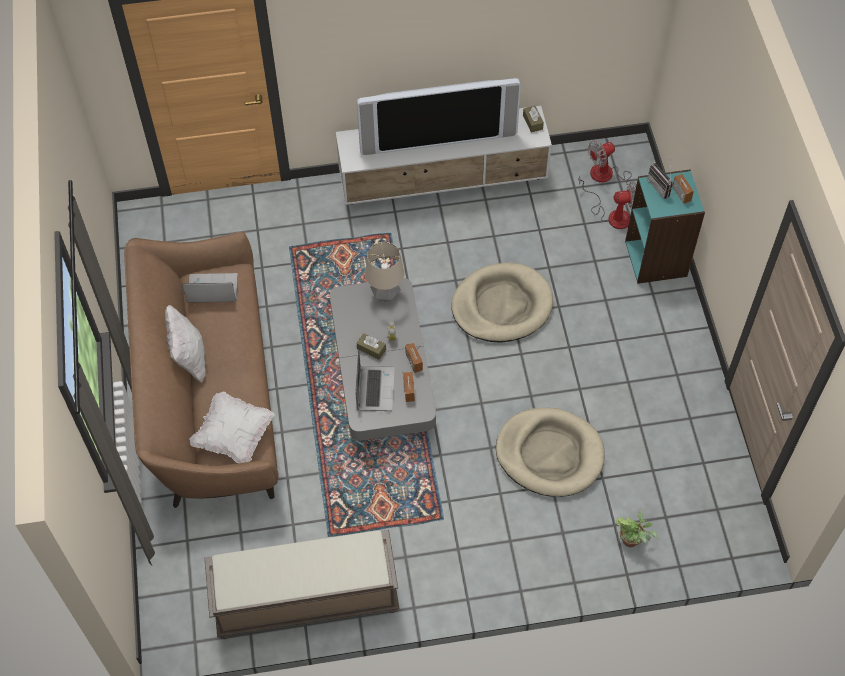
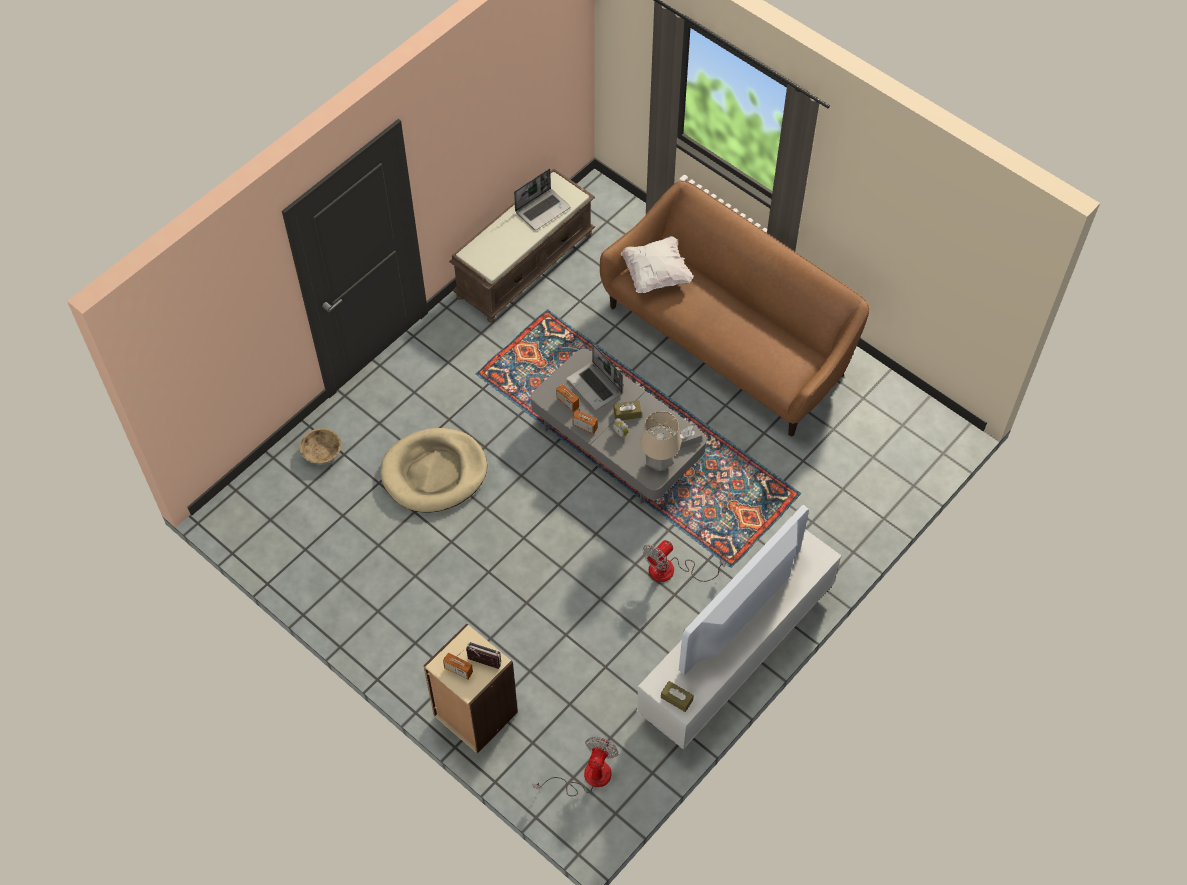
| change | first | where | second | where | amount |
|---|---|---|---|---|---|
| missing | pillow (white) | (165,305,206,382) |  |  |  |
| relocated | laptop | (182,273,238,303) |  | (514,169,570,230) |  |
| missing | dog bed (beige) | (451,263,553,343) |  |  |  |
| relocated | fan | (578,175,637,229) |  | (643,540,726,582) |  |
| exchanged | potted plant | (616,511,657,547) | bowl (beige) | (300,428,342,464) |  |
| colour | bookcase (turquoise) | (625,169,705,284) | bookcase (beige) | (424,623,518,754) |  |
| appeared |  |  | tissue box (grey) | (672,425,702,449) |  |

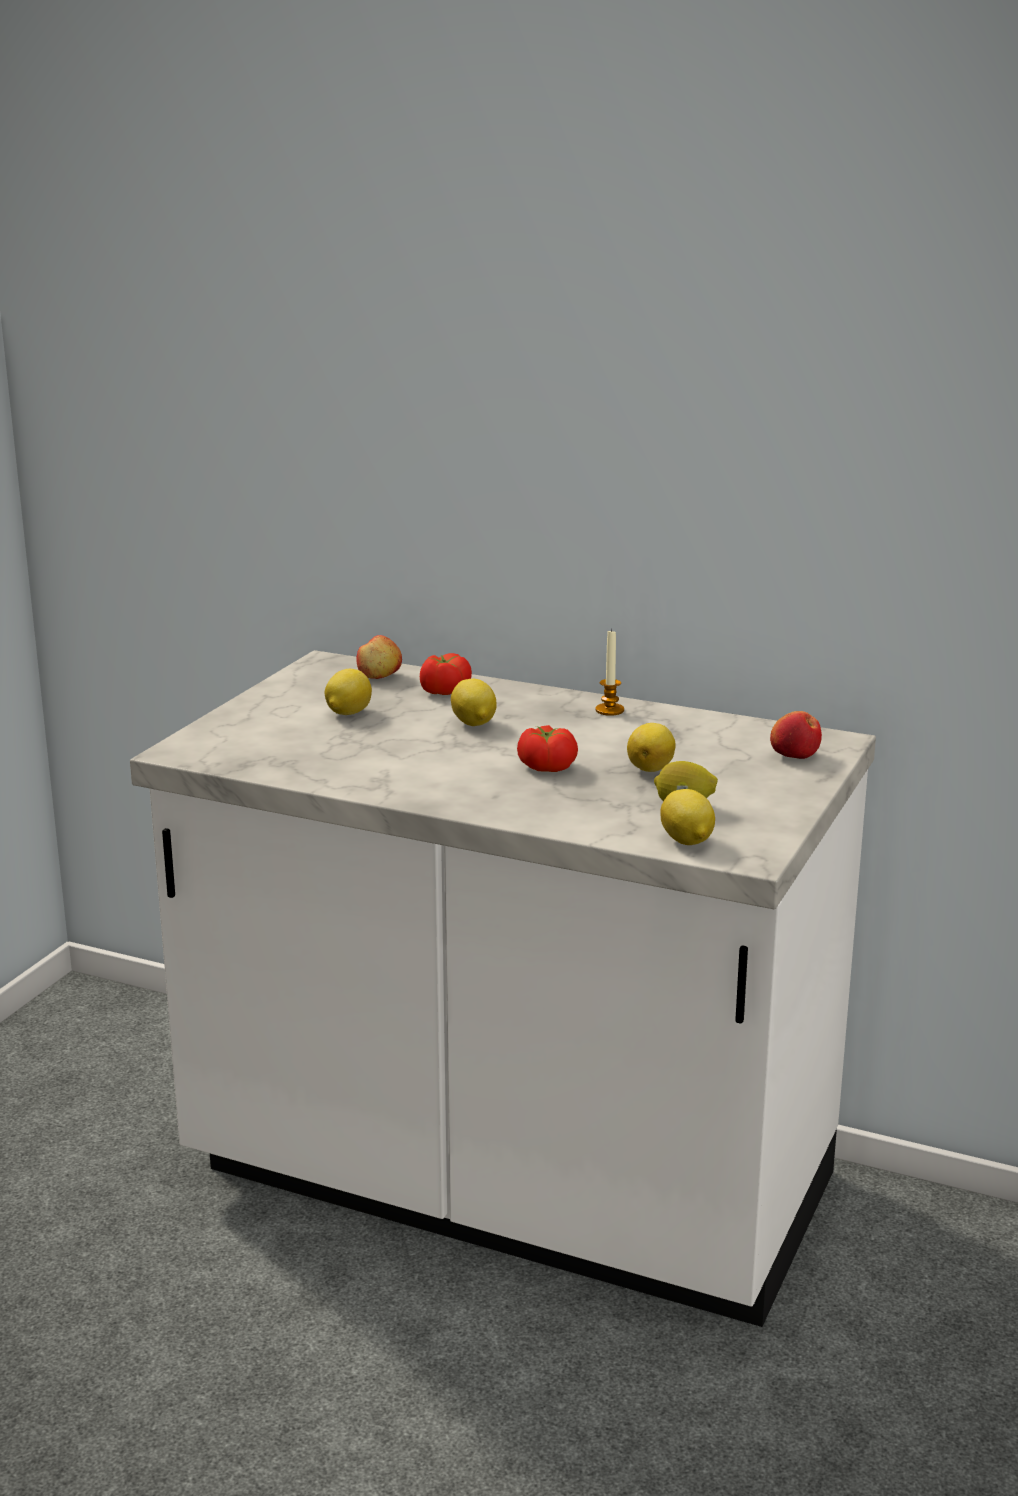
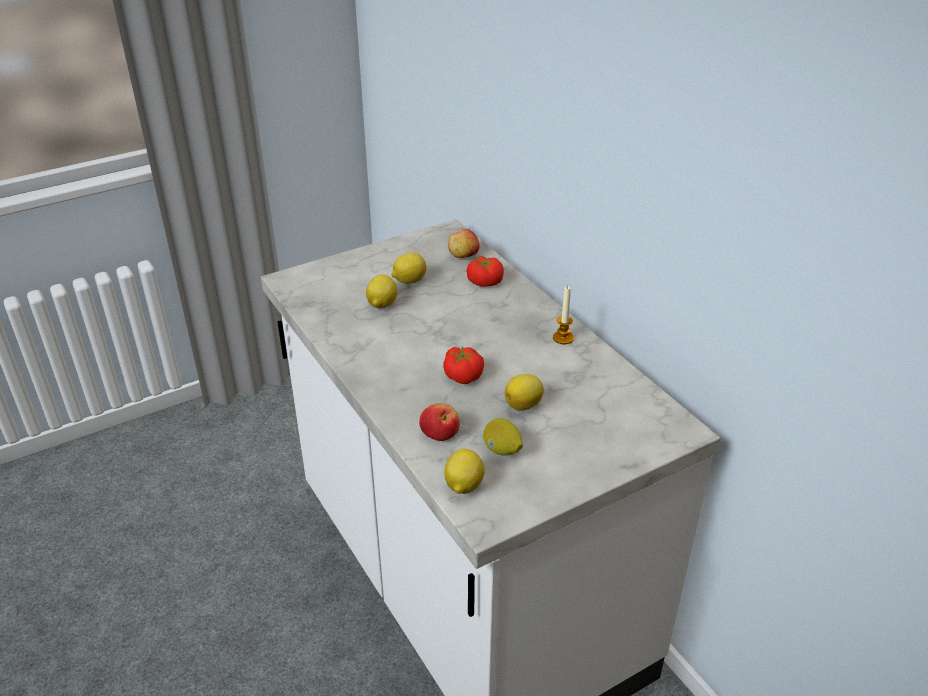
| change | first | where | second | where | amount |
|---|---|---|---|---|---|
| relocated | lemon | (451,679,497,726) |  | (366,275,398,309) |  |
| relocated | apple | (770,711,822,759) |  | (419,403,460,441) |  |

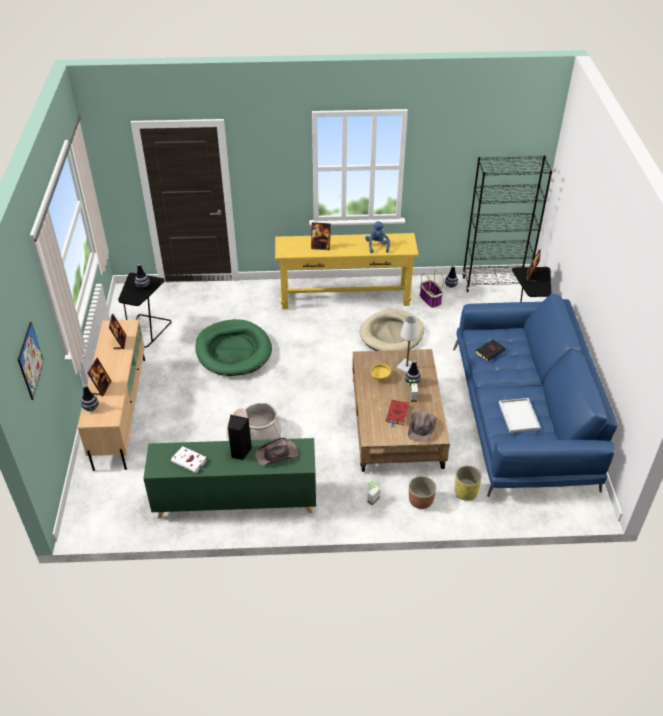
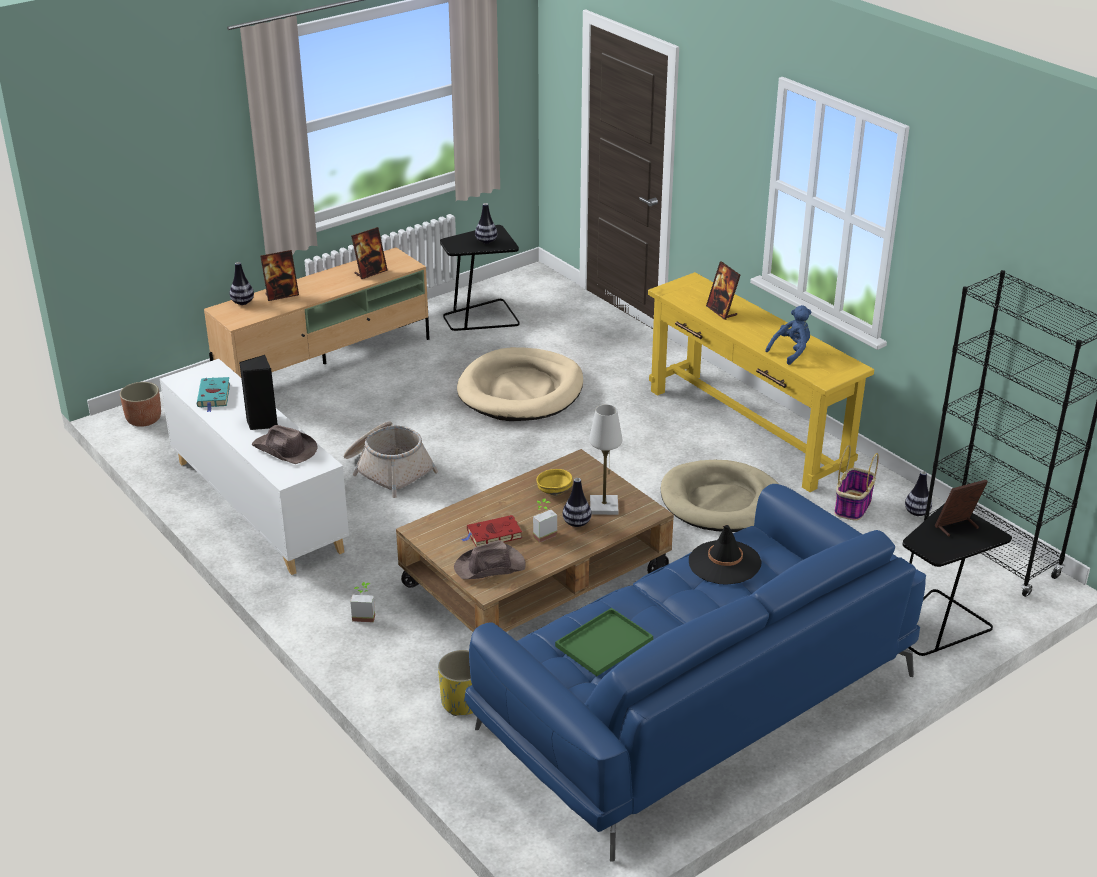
| change | first | where | second | where | amount |
|---|---|---|---|---|---|
| missing | picture | (18,322,44,400) |  |  |  |
| colour | cabinet (green) | (143,438,316,518) | cabinet (white) | (160,359,349,575) |  |
| colour | book (white) | (171,446,207,473) | book (turquoise) | (197,377,230,412) |  |
| colour | dog bed (green) | (195,319,272,376) | dog bed (beige) | (457,347,583,421) |  |
| relocated | planter | (409,476,436,509) |  | (120,382,161,427) |  |
| exchanged | book (black) | (475,340,505,362) | hat (black) | (689,525,761,585) |  |
| colour | tray (white) | (499,398,541,433) | tray (green) | (555,608,653,676) |  |

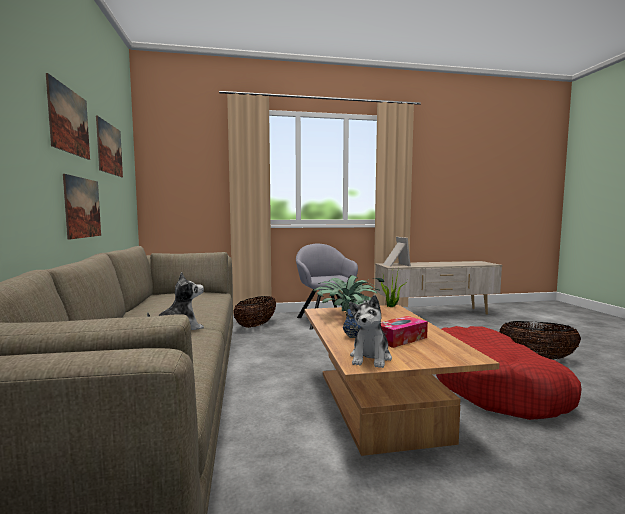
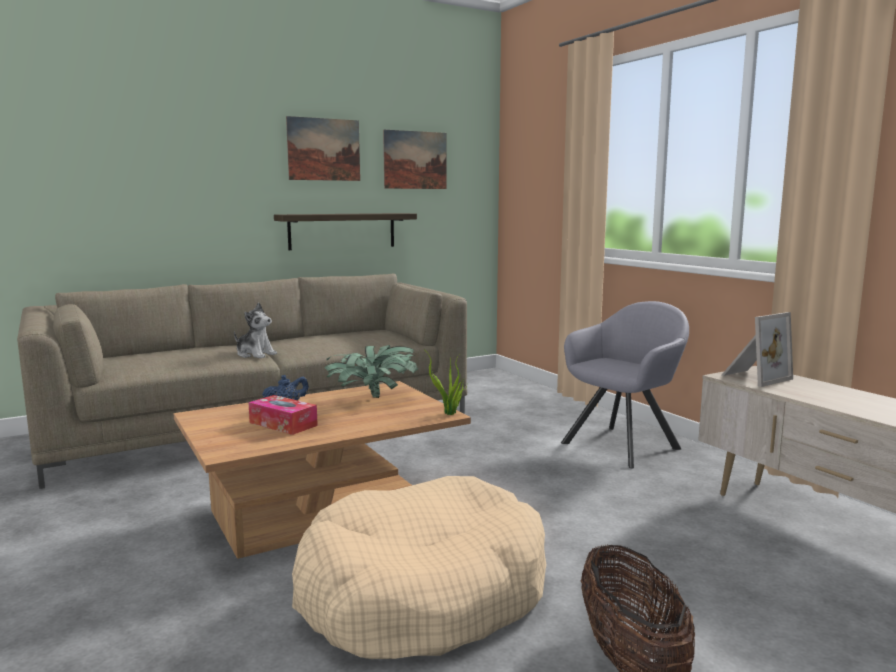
| change | first | where | second | where | amount |
|---|---|---|---|---|---|
| exchanged | picture | (63,174,101,240) | shelf | (274,213,417,250) |  |
| missing | basket | (233,296,276,328) |  |  |  |
| missing | plush toy | (349,295,392,368) |  |  |  |
| colour | dog bed (red) | (436,326,582,420) | dog bed (beige) | (292,476,546,659) |  |

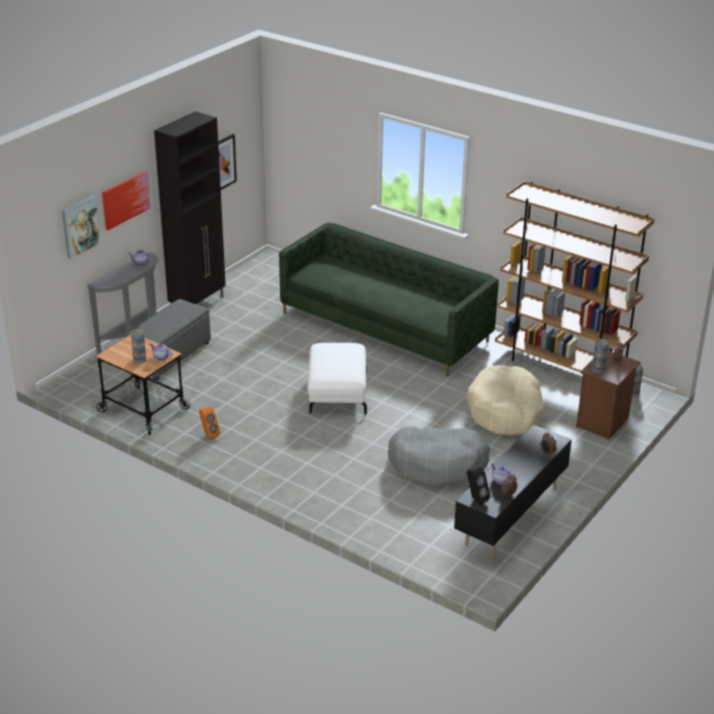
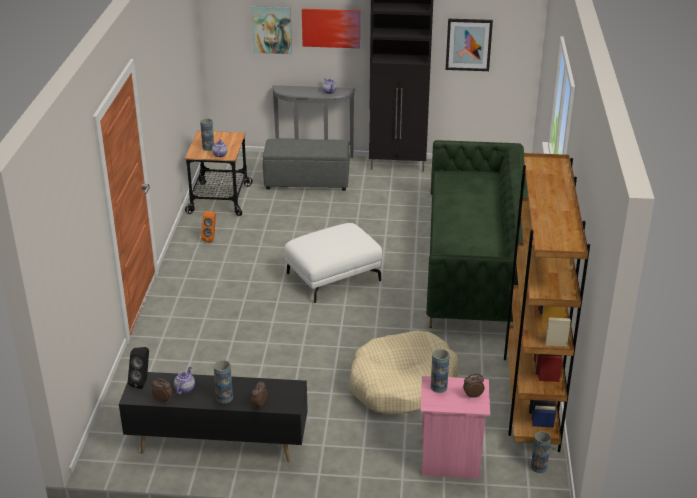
| change | first | where | second | where | amount |
|---|---|---|---|---|---|
| missing | dog bed (grey) | (388,426,490,486) |  |  |  |
| colour | nightstand (brown) | (576,351,641,439) | nightstand (pink) | (421,376,490,479) |  |
| appeared |  |  | vase | (214,360,233,403) |  |

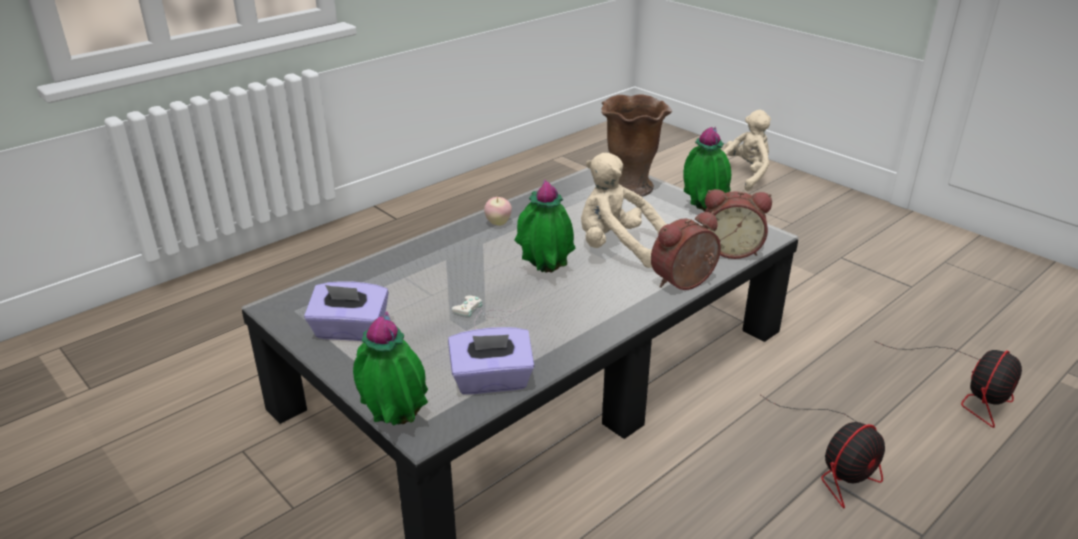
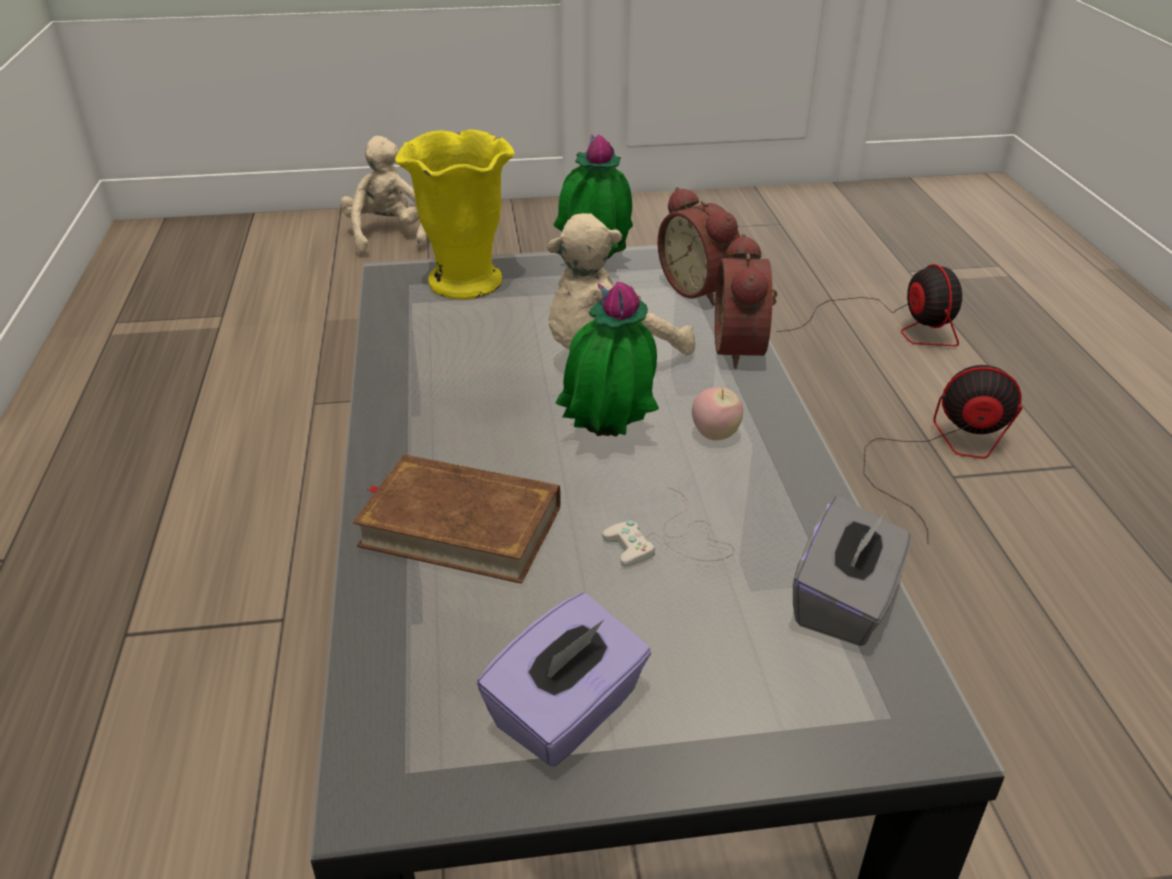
| change | first | where | second | where | amount |
|---|---|---|---|---|---|
| missing | potted plant | (353,312,428,425) |  |  |  |
| colour | tissue box (purple) | (448,327,535,395) | tissue box (grey) | (793,496,911,646) |  |
| relocated | apple | (484,197,512,226) |  | (692,387,743,440) |  |
| colour | vase (brown) | (601,94,672,197) | vase (yellow) | (395,130,515,299) |  |
| spun | alarm clock | (705,189,772,259) |  | (658,187,740,306) | 105 degrees clockwise |
| spun | fan | (761,395,885,509) |  | (863,365,1022,544) | 75 degrees counterclockwise |
| appeared |  |  | book (brown) | (353,454,561,584) |  |

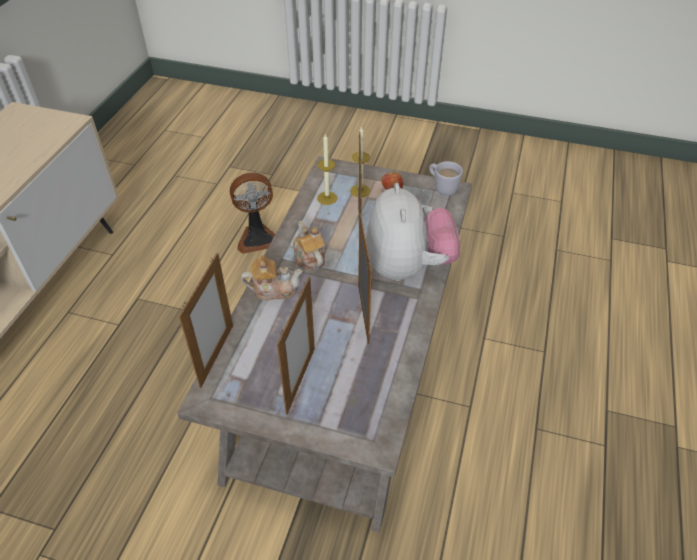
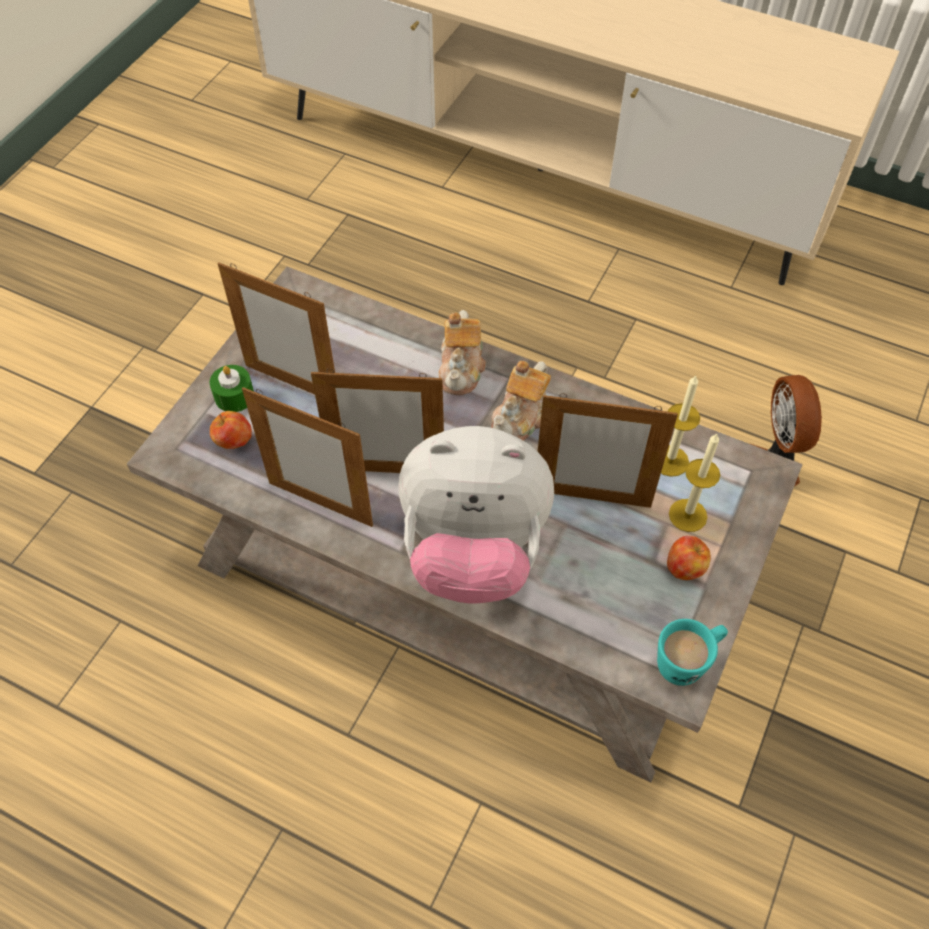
| change | first | where | second | where | amount |
|---|---|---|---|---|---|
| relocated | picture frame | (179,253,233,388) |  | (242,387,373,527) |  |
| spun | teapot | (293,221,325,270) |  | (491,361,551,441) | 135 degrees clockwise |
| colour | mug (white) | (429,161,463,196) | mug (turquoise) | (657,619,728,686) |  |
| appeared |  |  | candle (green) | (210,365,254,412) |  |
| appeared |  |  | apple | (210,411,252,449) |  |

